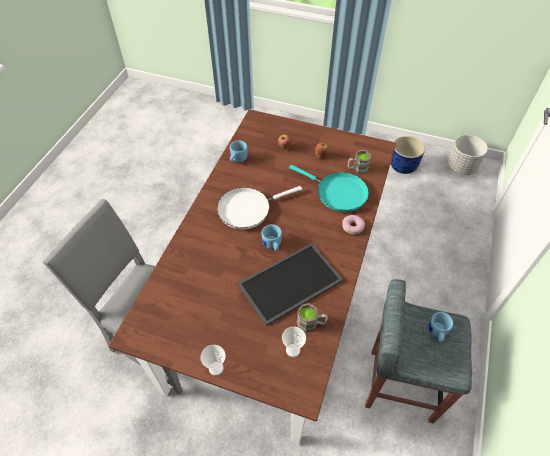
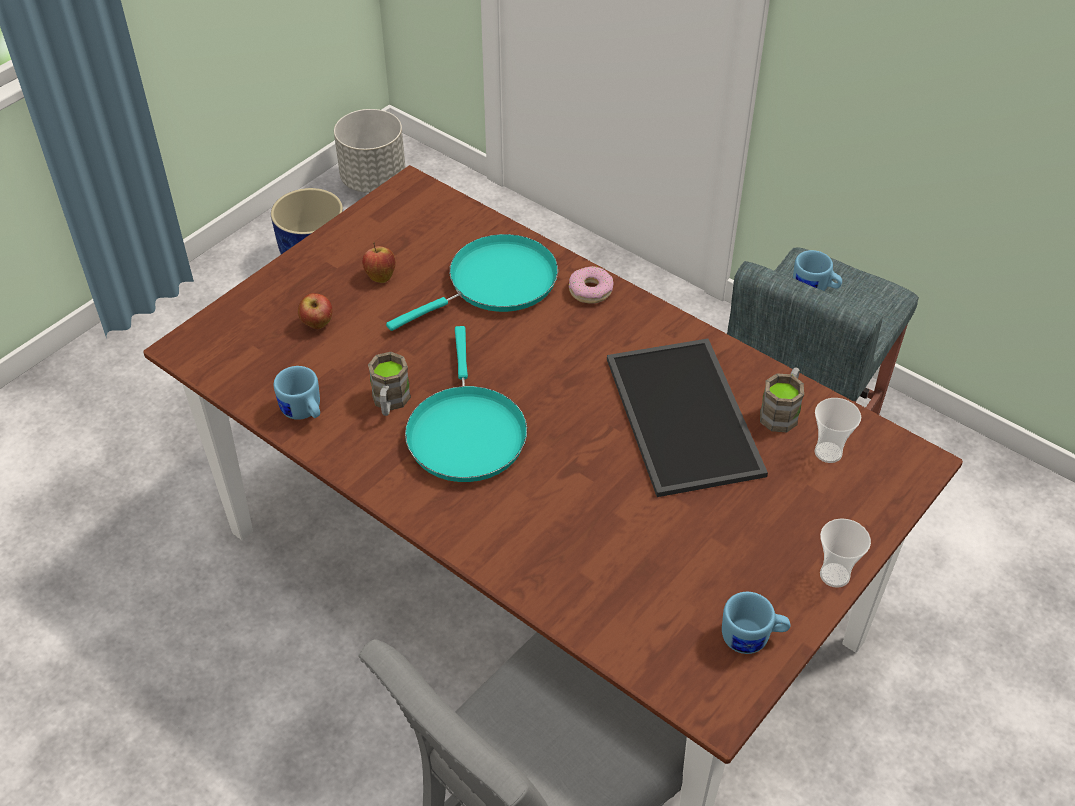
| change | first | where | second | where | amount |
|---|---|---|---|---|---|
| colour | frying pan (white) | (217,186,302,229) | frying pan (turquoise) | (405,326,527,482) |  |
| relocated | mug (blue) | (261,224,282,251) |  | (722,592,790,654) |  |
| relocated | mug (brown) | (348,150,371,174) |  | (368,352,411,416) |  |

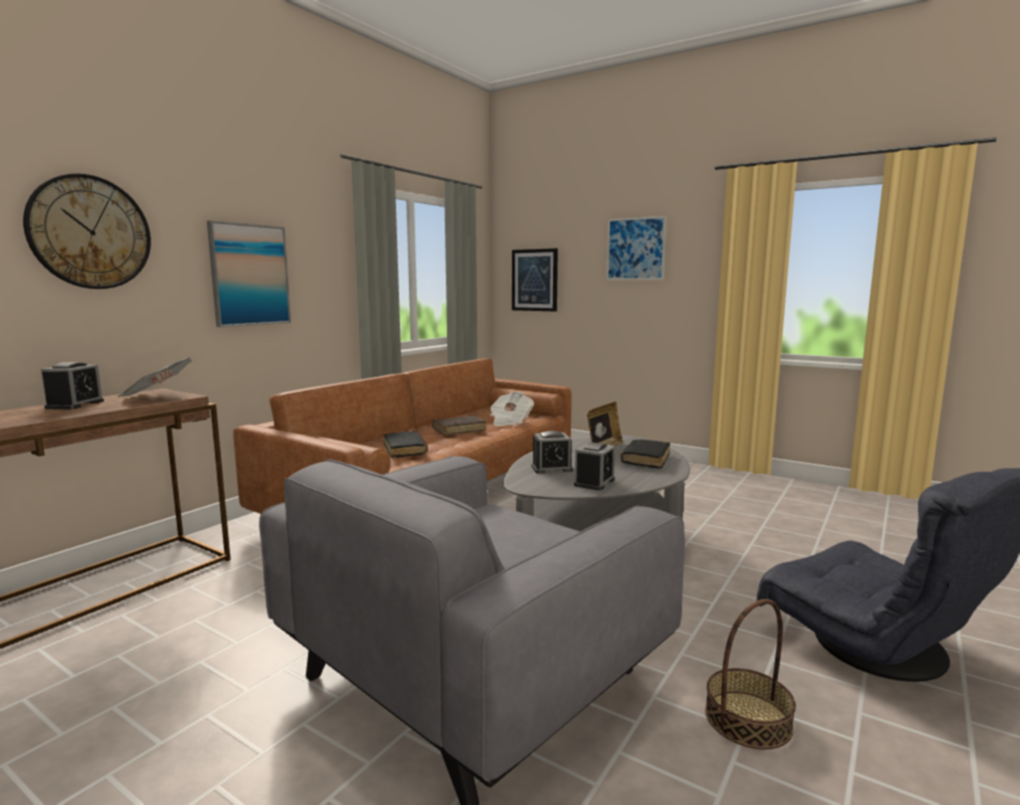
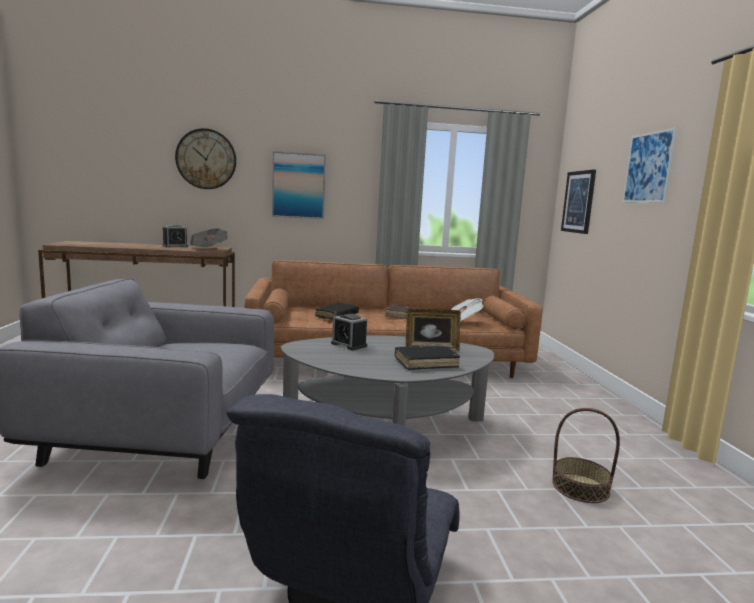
| change | first | where | second | where | amount |
|---|---|---|---|---|---|
| missing | alarm clock | (574,442,615,491) |  |  |  |
| relocated | basket | (705,599,796,750) |  | (552,408,620,503) |  |

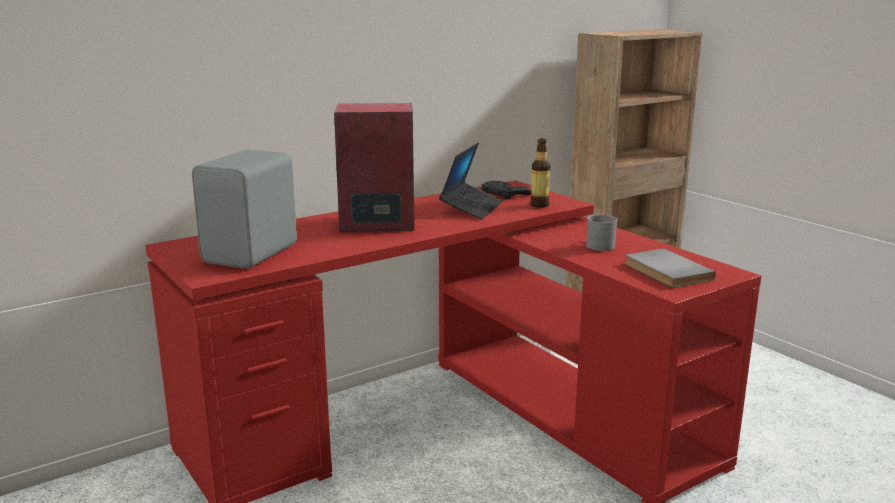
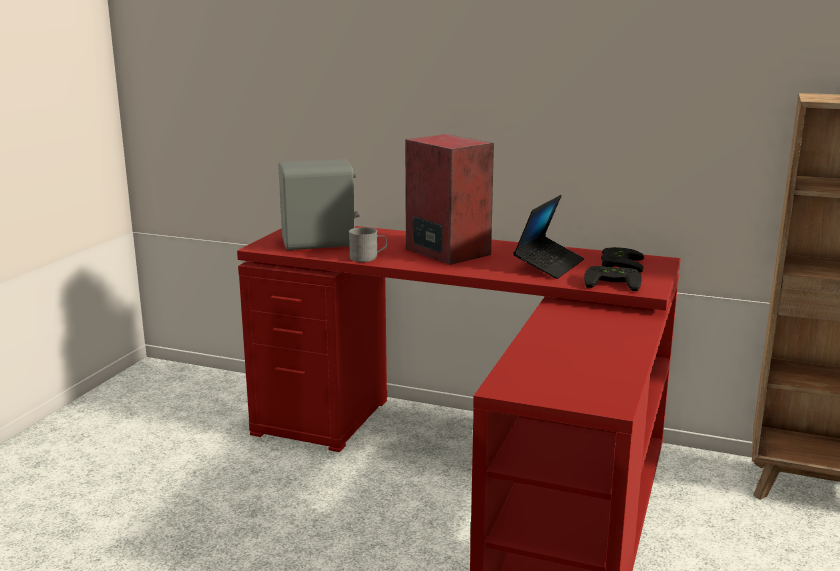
| change | first | where | second | where | amount |
|---|---|---|---|---|---|
| spun | laptop | (439,143,502,220) |  | (513,195,584,279) | 45 degrees counterclockwise |
| exchanged | bottle | (530,139,550,208) | game controller (black) | (584,266,642,291) |  |
| relocated | mug (grey) | (586,214,618,251) |  | (349,227,387,262) |  |
| missing | book (grey) | (625,248,716,288) |  |  |  |

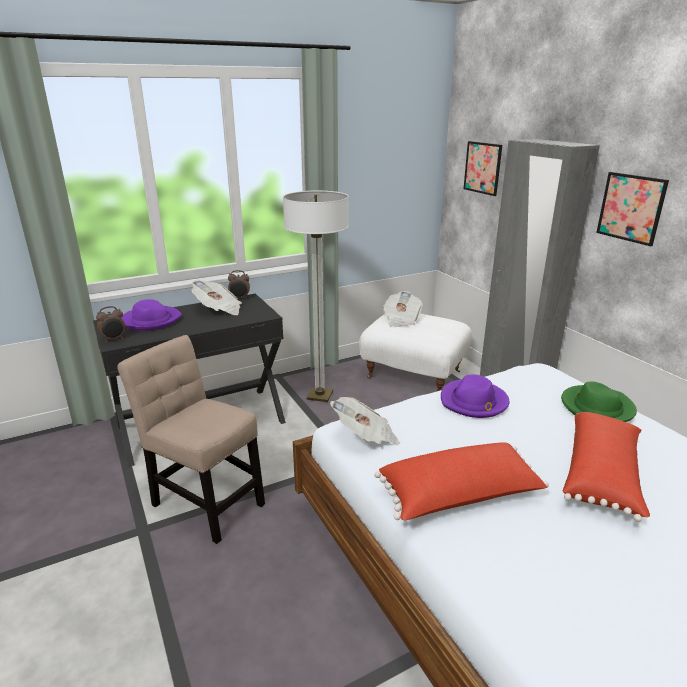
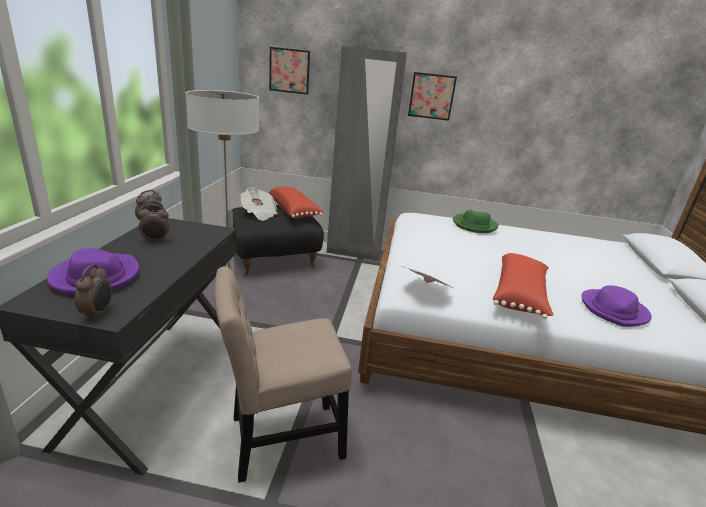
| change | first | where | second | where | amount |
|---|---|---|---|---|---|
| exchanged | newspaper | (191,280,242,315) | alarm clock | (138,204,170,242) |  |
| colour | ottoman (white) | (359,314,472,391) | ottoman (black) | (232,205,324,276) |  |
| relocated | hat (purple) | (441,374,510,418) |  | (581,285,652,327) |  |
| relocated | pillow (red) | (563,412,650,522) |  | (269,186,324,218) |  |

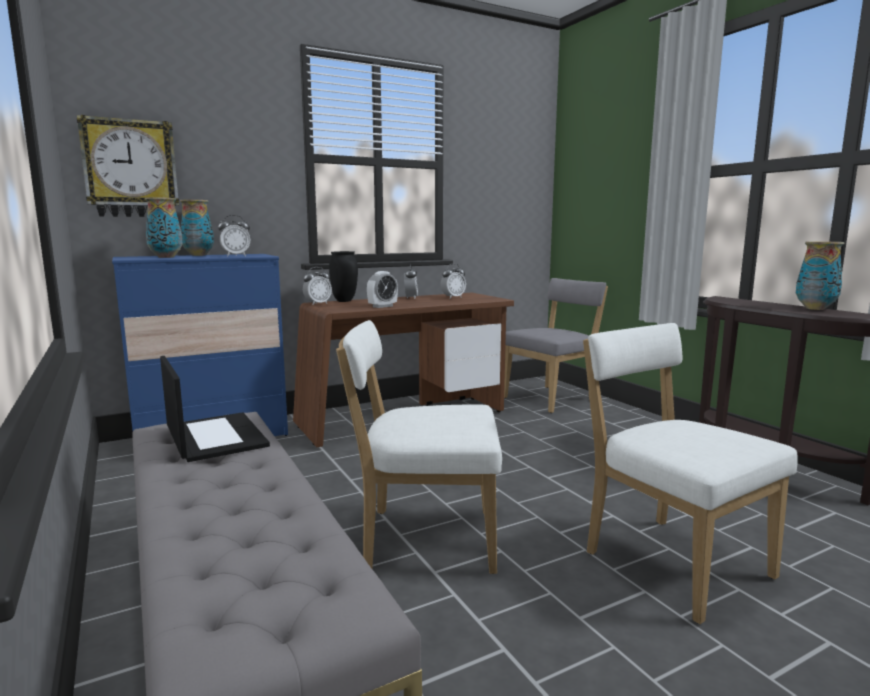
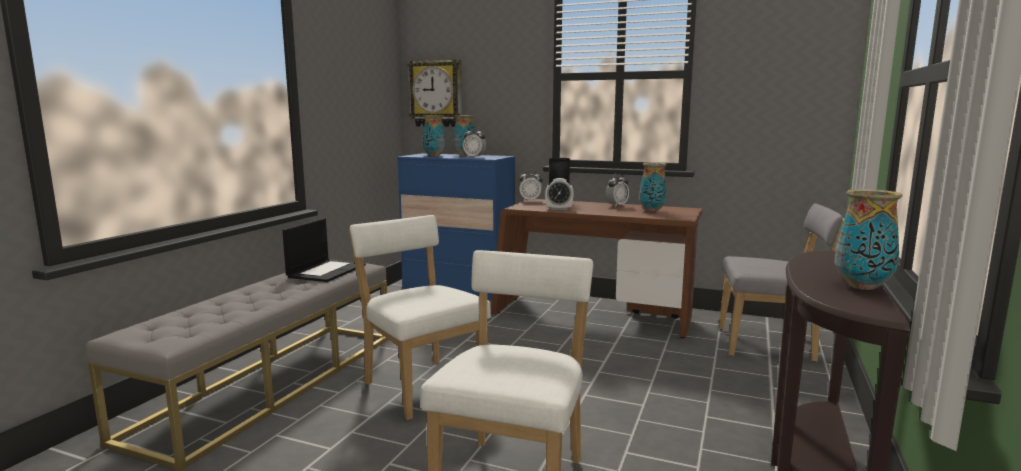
| change | first | where | second | where | amount |
|---|---|---|---|---|---|
| exchanged | alarm clock | (440,263,466,298) | vase | (639,163,667,212) |  |

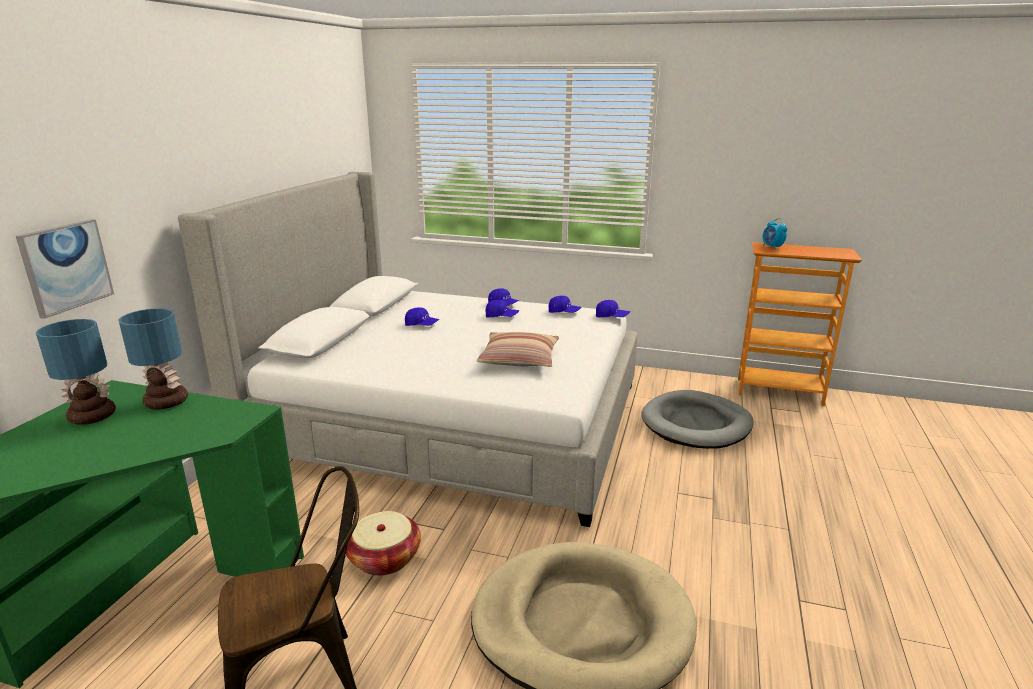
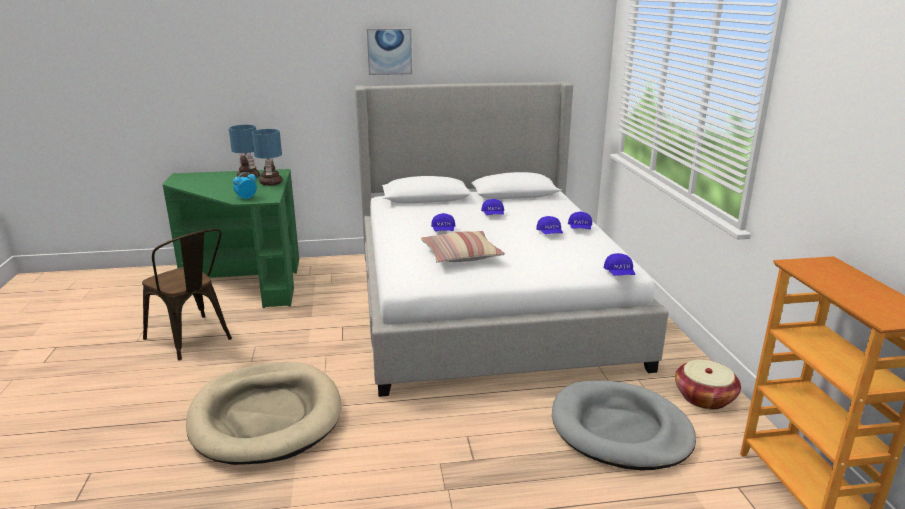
| change | first | where | second | where | amount |
|---|---|---|---|---|---|
| relocated | picture | (16,219,114,319) |  | (367,29,412,75) |  |
| relocated | basket | (346,511,421,576) |  | (675,360,741,410) |  |
| relocated | cap (blue) | (548,296,582,313) |  | (431,213,456,231) |  |
| relocated | alarm clock | (763,218,787,250) |  | (233,172,257,199) |  |

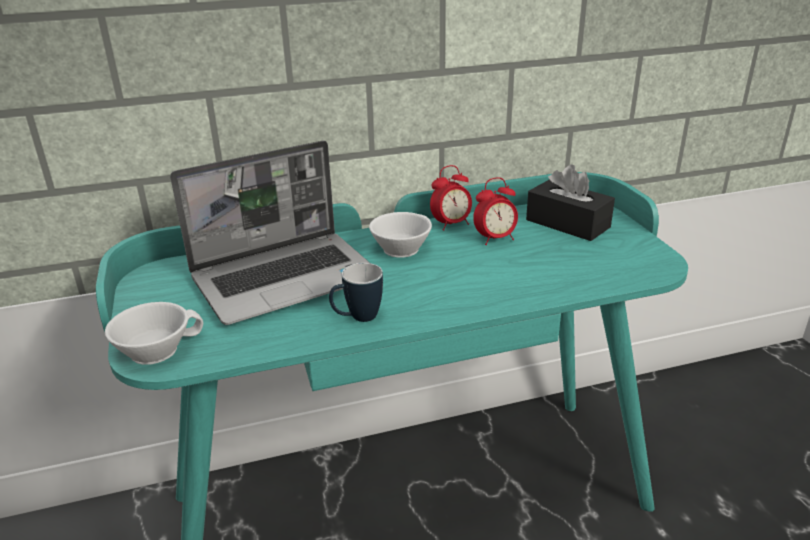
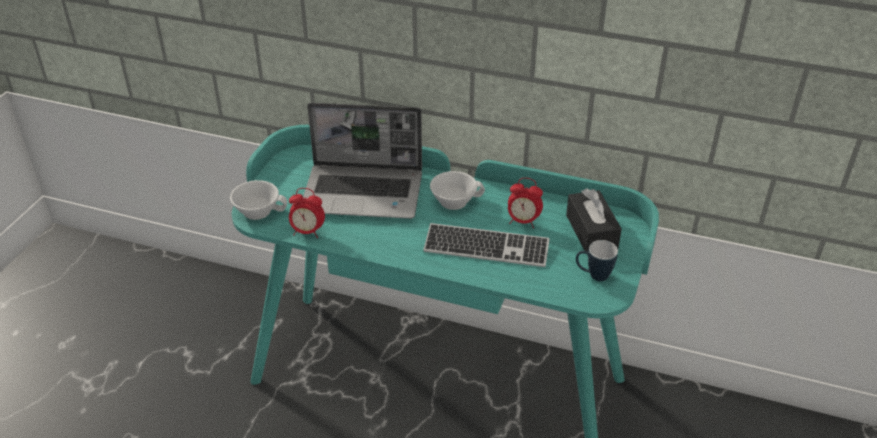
| change | first | where | second | where | amount |
|---|---|---|---|---|---|
| relocated | mug | (329,263,383,322) |  | (576,240,618,281) |  |
| relocated | alarm clock | (430,165,472,231) |  | (289,188,325,238) |  |
| appeared |  |  | keyboard | (423,223,550,267) |  |

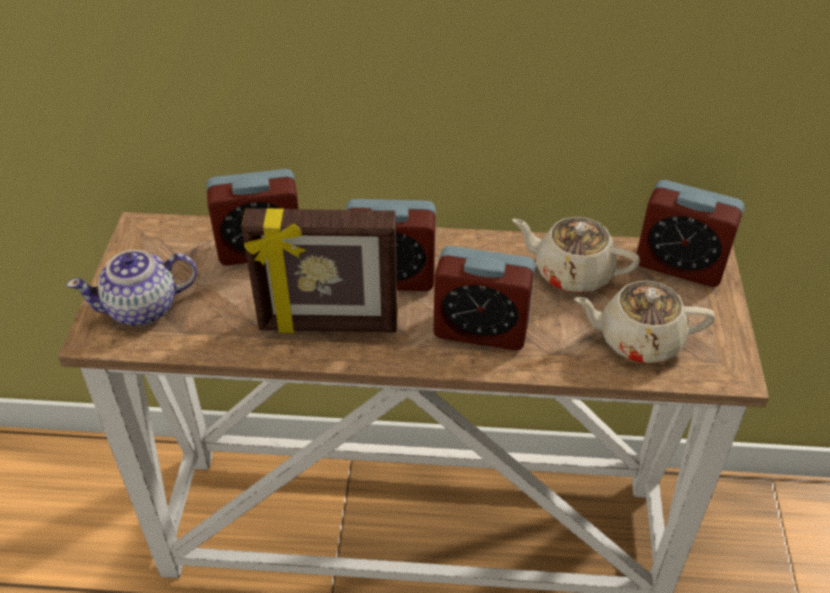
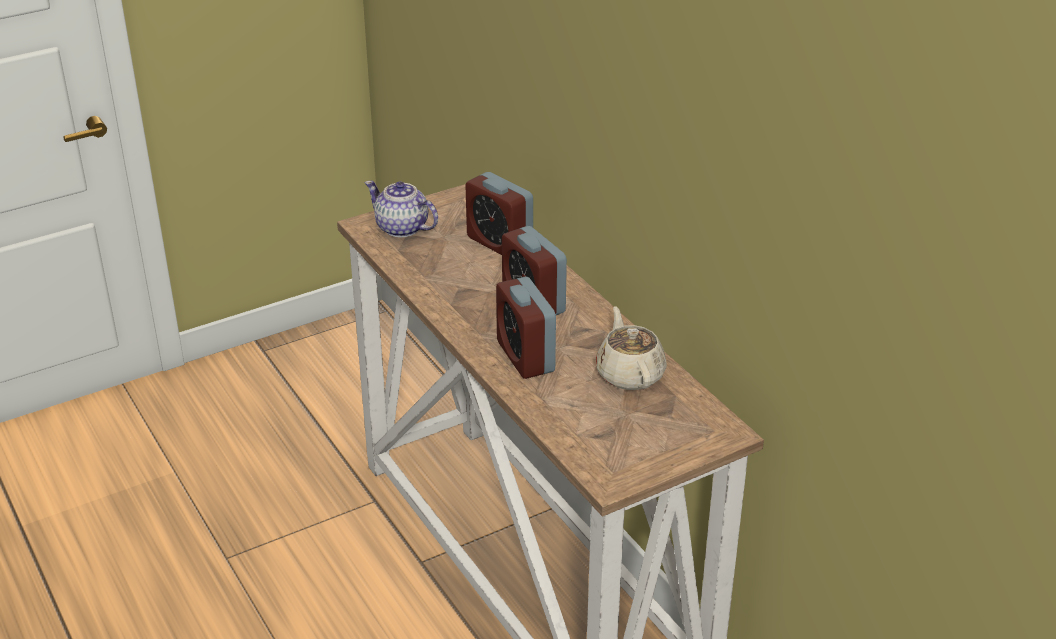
| change | first | where | second | where | amount |
|---|---|---|---|---|---|
| missing | picture frame | (241,208,398,333) |  |  |  |
| missing | teapot (beige) | (574,280,715,363) |  |  |  |
| missing | alarm clock | (637,180,745,287) |  |  |  |

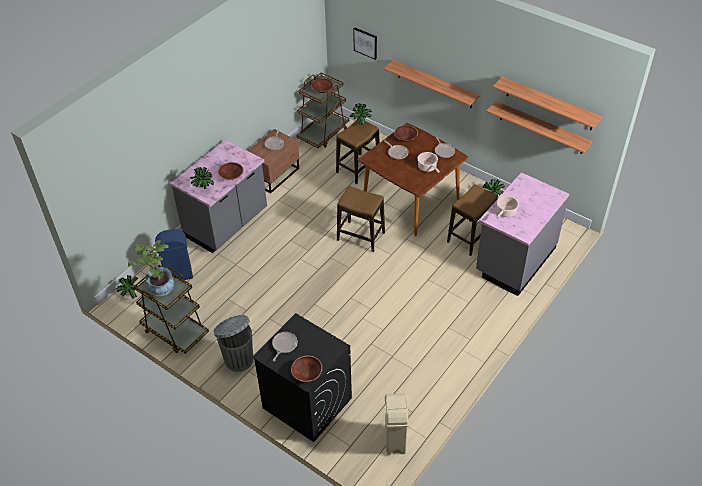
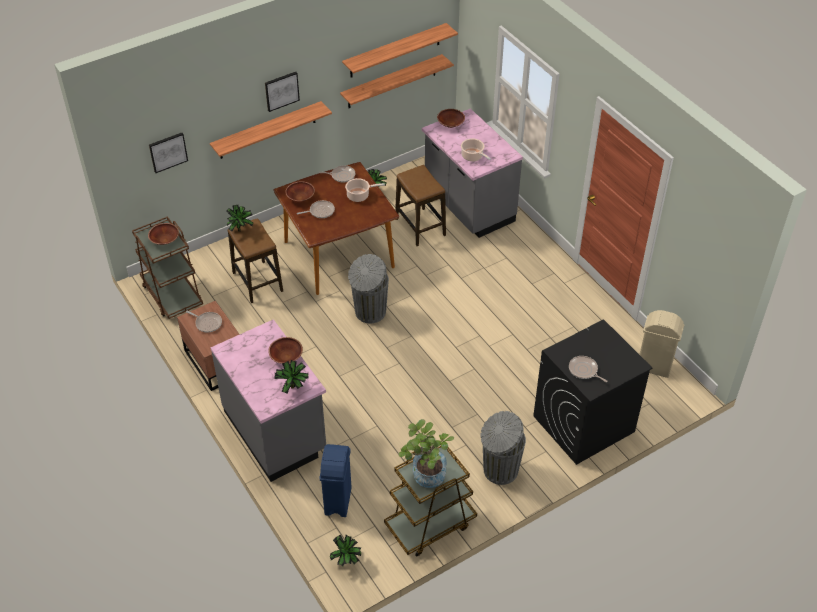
| change | first | where | second | where | amount |
|---|---|---|---|---|---|
| relocated | bowl (brown) | (291,356,323,382) |  | (437,109,465,128) |  |
| exchanged | stool | (337,186,385,252) | trash can (grey) | (348,254,389,323) |  |
| appeared |  |  | picture | (265,72,300,112) |  |

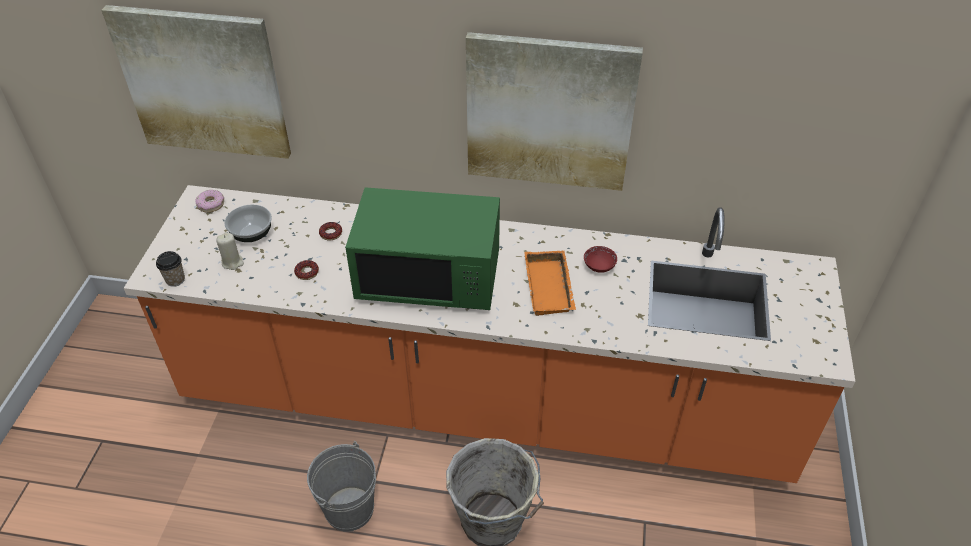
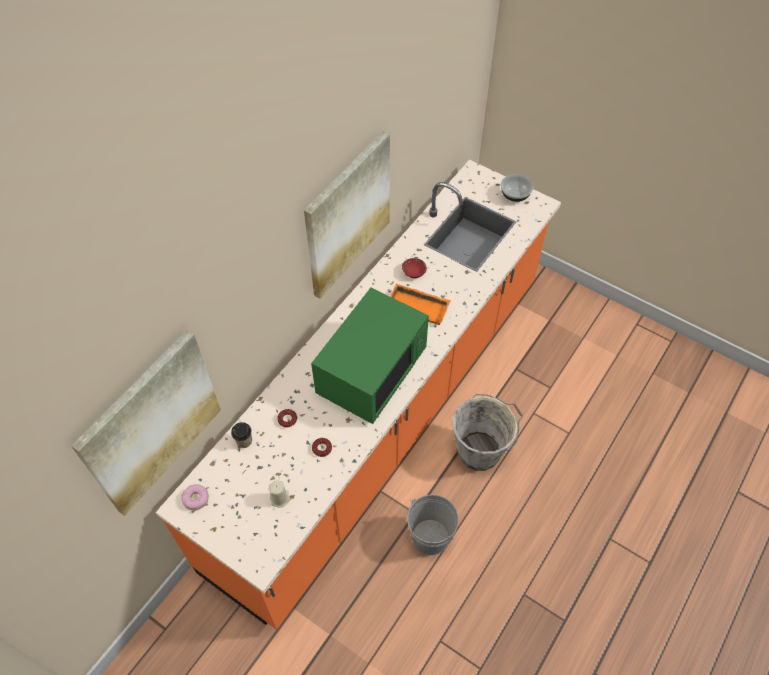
| change | first | where | second | where | amount |
|---|---|---|---|---|---|
| relocated | cup | (156,251,185,287) |  | (231,422,252,448) |  |
| relocated | bowl | (224,204,272,242) |  | (501,174,533,202) |  |

